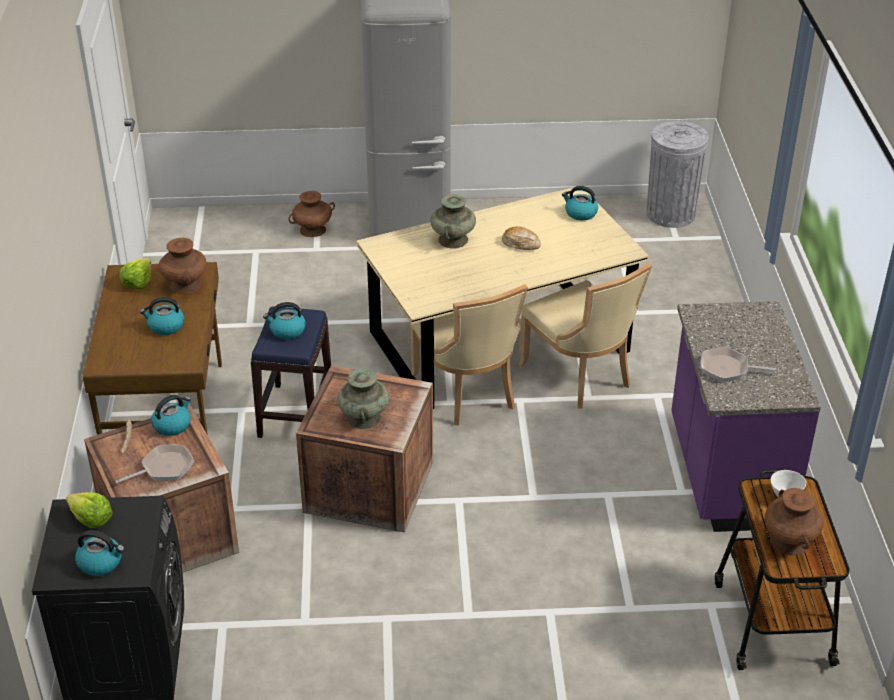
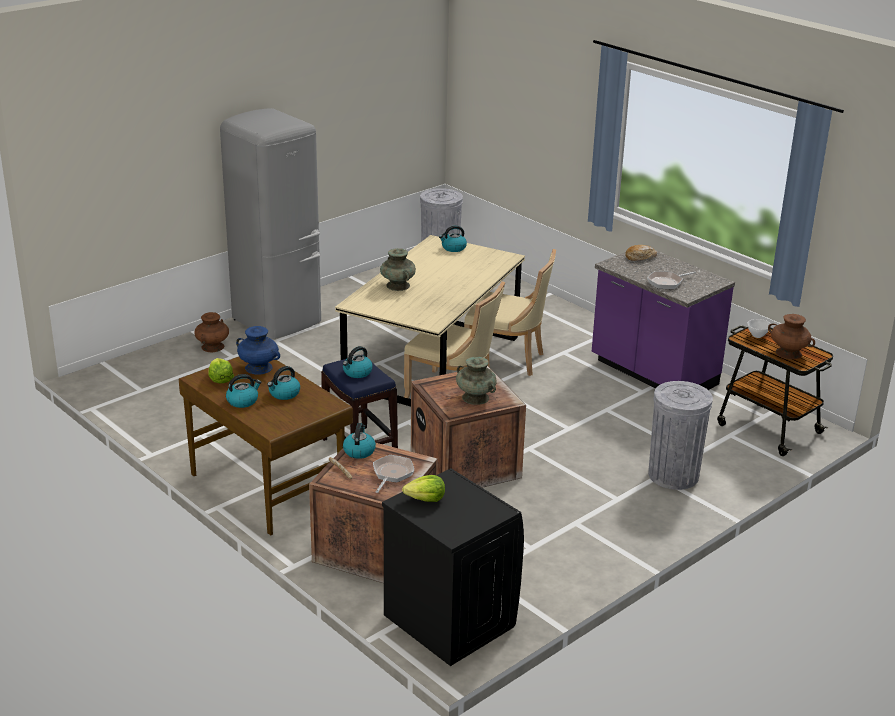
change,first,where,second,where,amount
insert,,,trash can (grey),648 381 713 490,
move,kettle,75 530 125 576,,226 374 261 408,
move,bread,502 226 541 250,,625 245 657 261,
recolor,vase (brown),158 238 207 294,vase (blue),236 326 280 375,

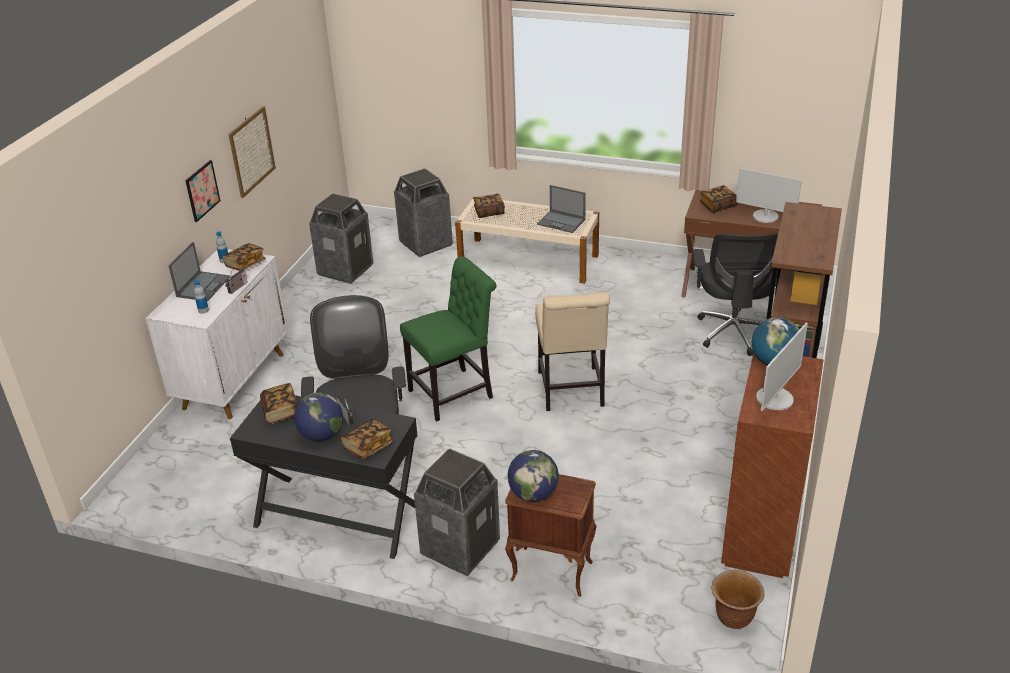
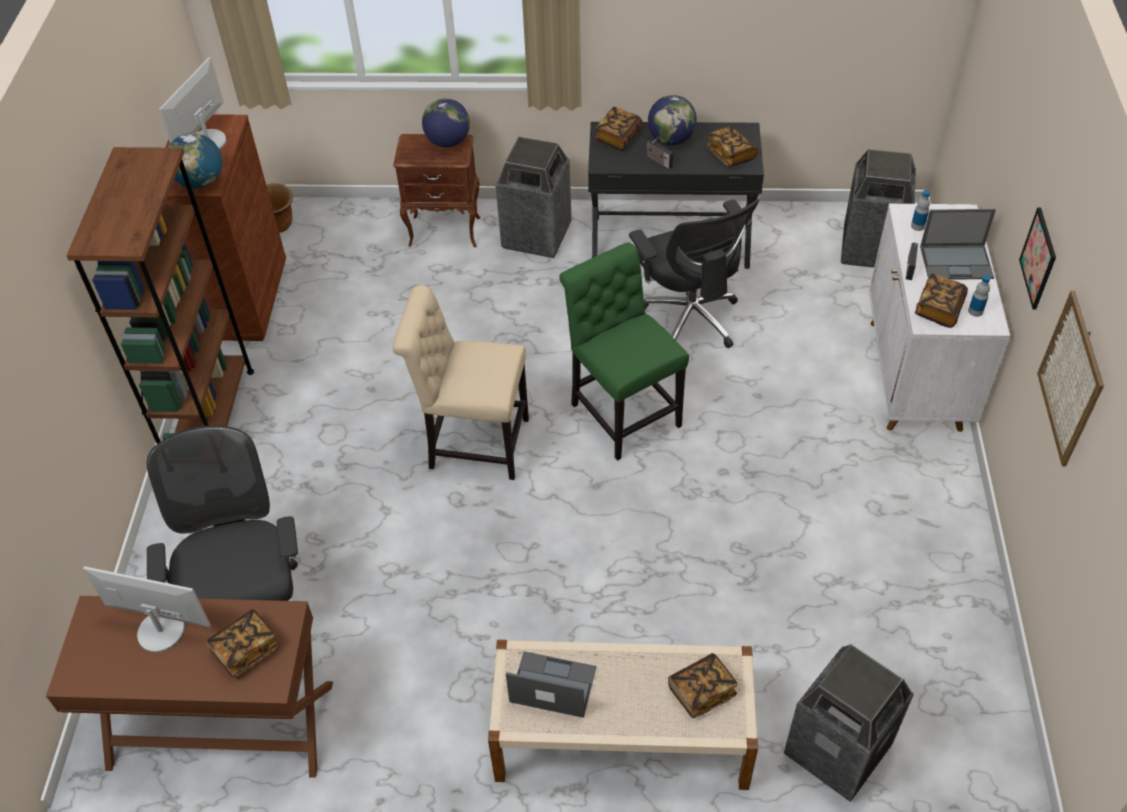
change,first,where,second,where,amount
move,trash can,309 193 373 284,,841 149 916 268,
rotate,laptop,169 242 230 301,,920 209 996 280,90 degrees counterclockwise
rotate,chair (green),400 256 496 421,,559 242 689 461,105 degrees clockwise
rotate,chair (beige),535 292 610 411,,393 285 529 480,60 degrees counterclockwise

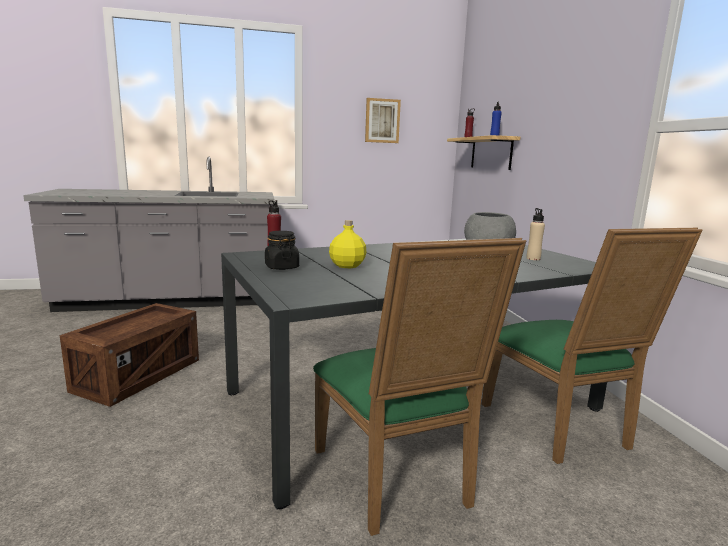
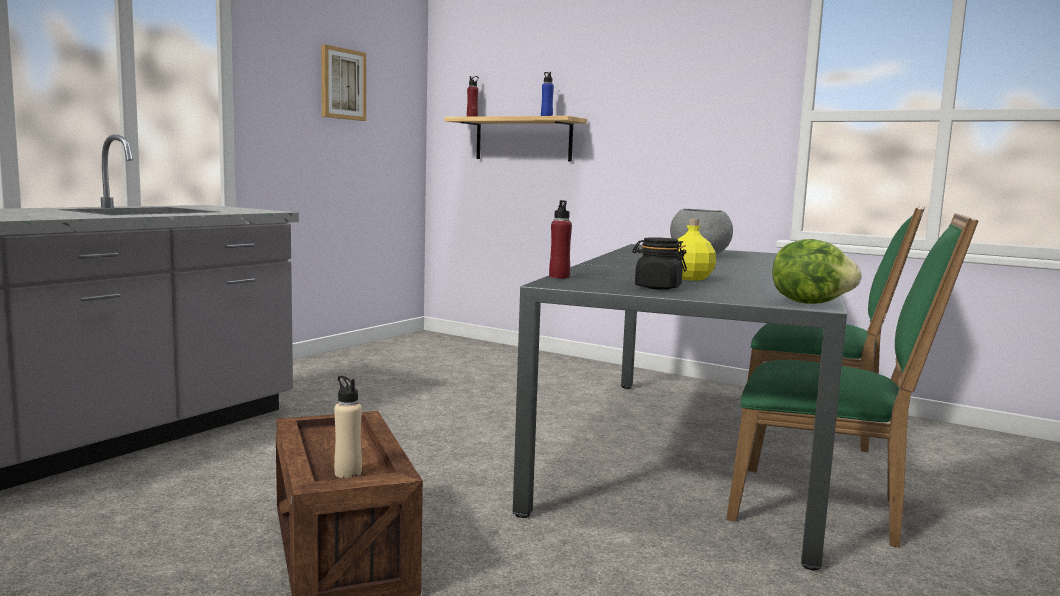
change,first,where,second,where,amount
insert,,,lettuce,772 239 862 304,
move,bottle (beige),526 208 545 260,,334 376 362 478,

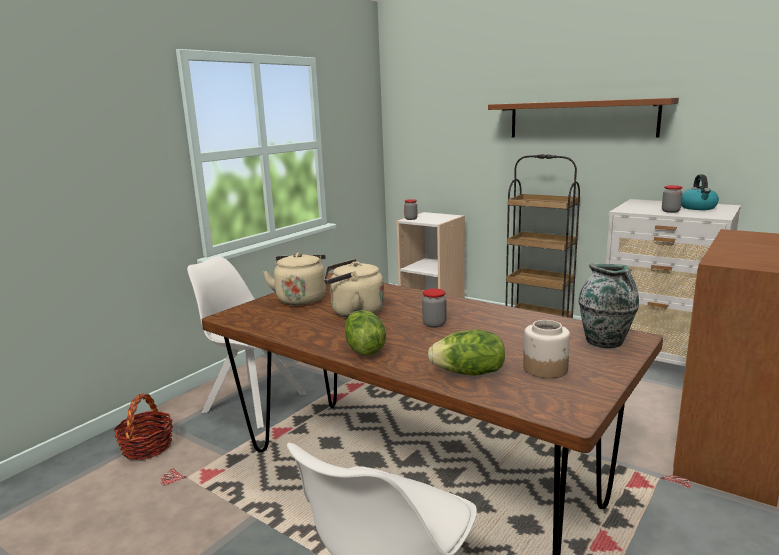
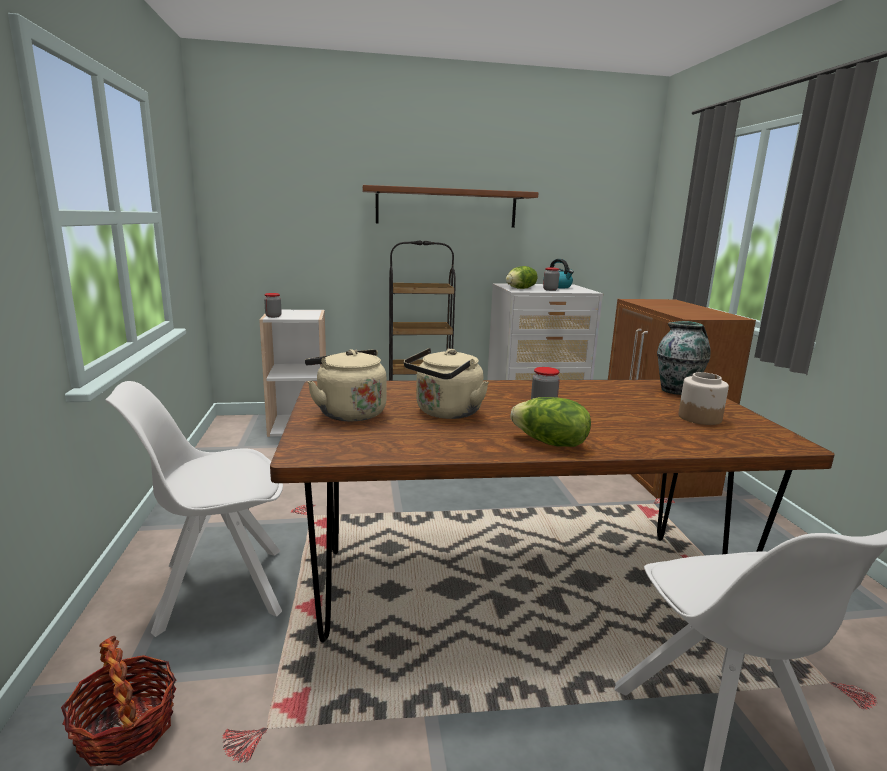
change,first,where,second,where,amount
move,lettuce,428 330 505 376,,506 266 538 289,

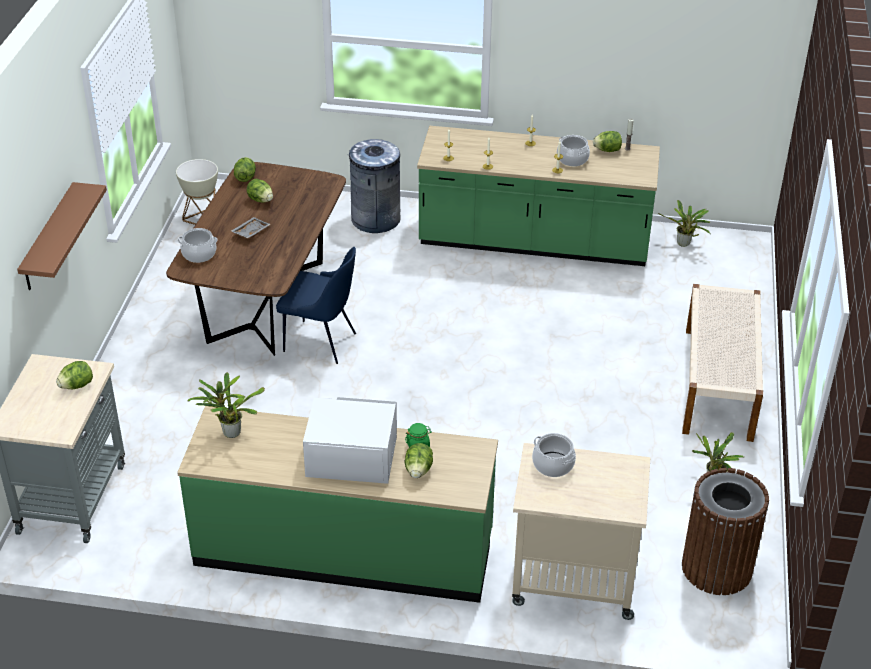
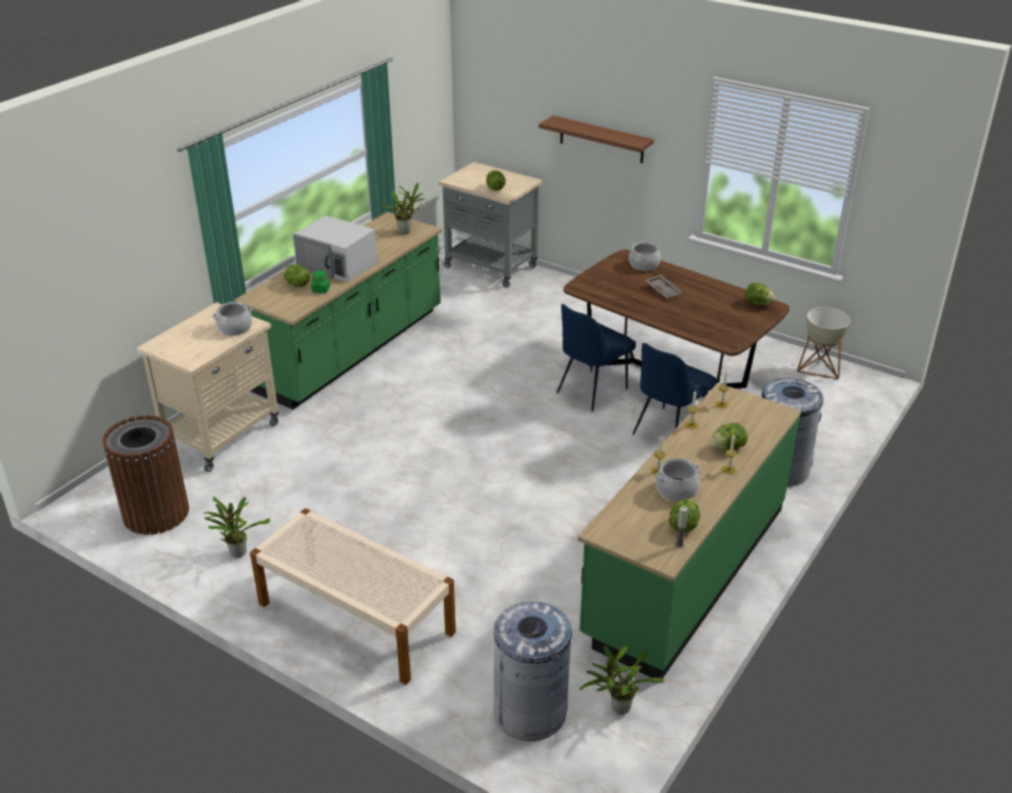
change,first,where,second,where,amount
insert,,,trash can (grey),493 602 572 741,
insert,,,chair (blue),632 343 717 435,
move,lettuce,247 179 273 203,,711 423 748 450,
rotate,microwave (white),303 397 397 484,,293 215 377 282,90 degrees clockwise

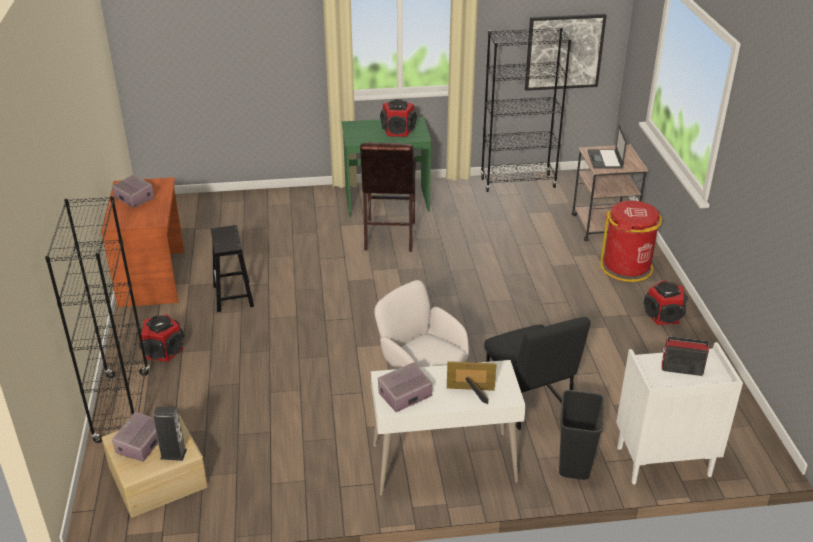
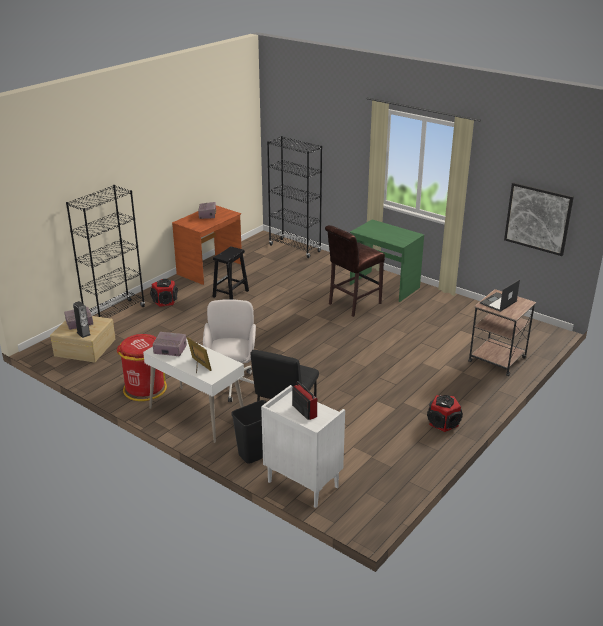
change,first,where,second,where,amount
delete,speaker,380 99 417 137,,,
move,bookcase (black),480 27 571 192,,267 136 322 258,
move,trash can (red),600 201 662 282,,117 334 167 401,

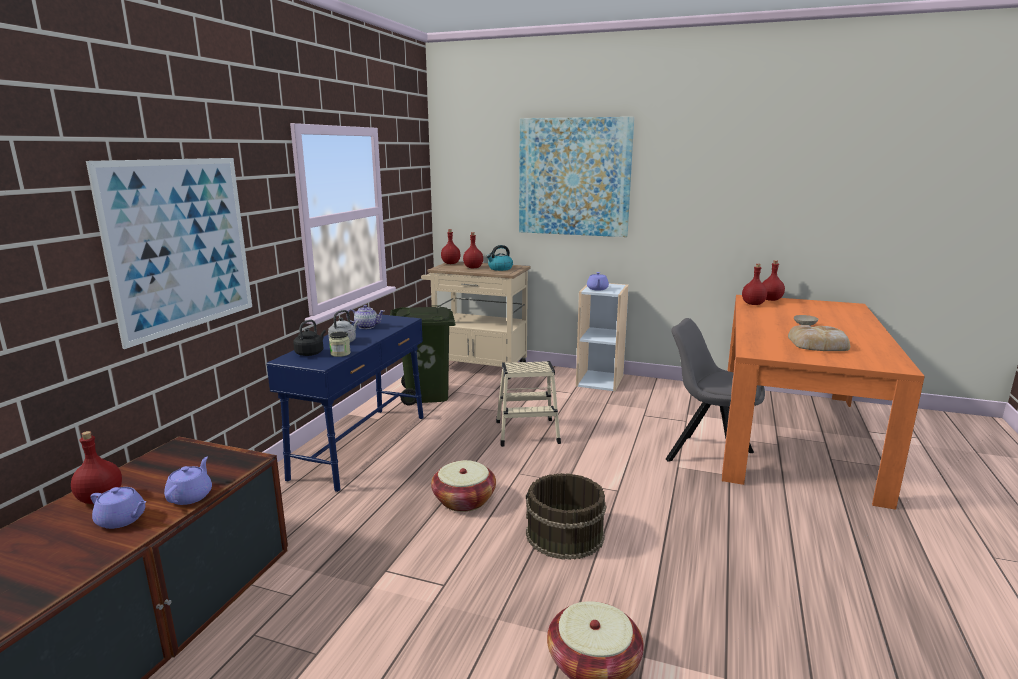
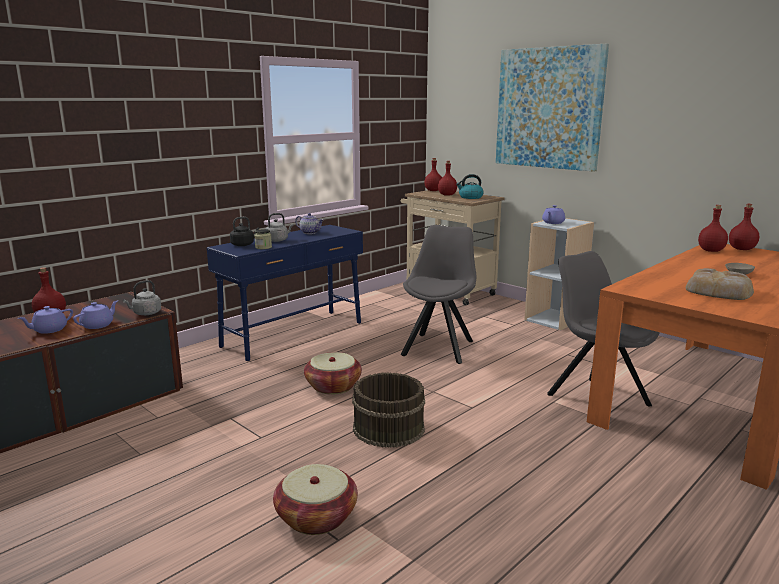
change,first,where,second,where,amount
delete,picture,86 158 252 349,,,
delete,trash can (green),390 305 455 406,,,
insert,,,kettle (grey),123 280 161 315,
replace,step ladder (beige),496 361 561 447,chair (grey),401 225 476 364,
rotate,teapot (purple),91 487 147 529,,18 306 73 334,90 degrees clockwise

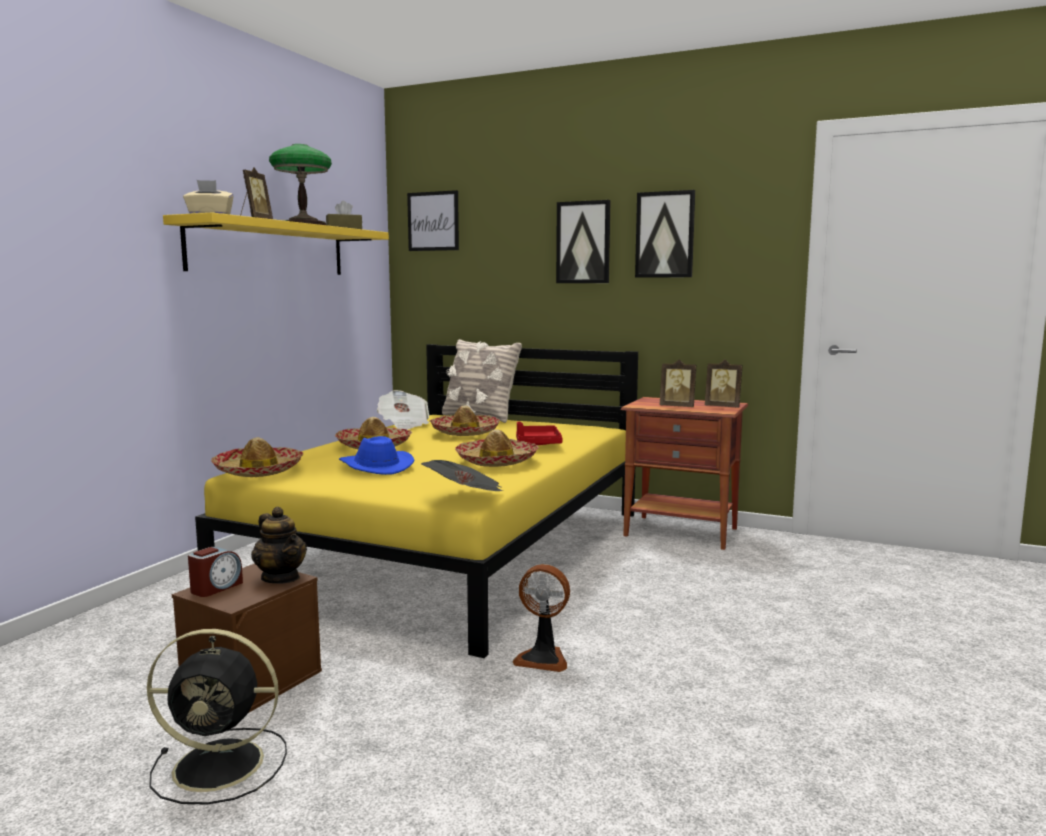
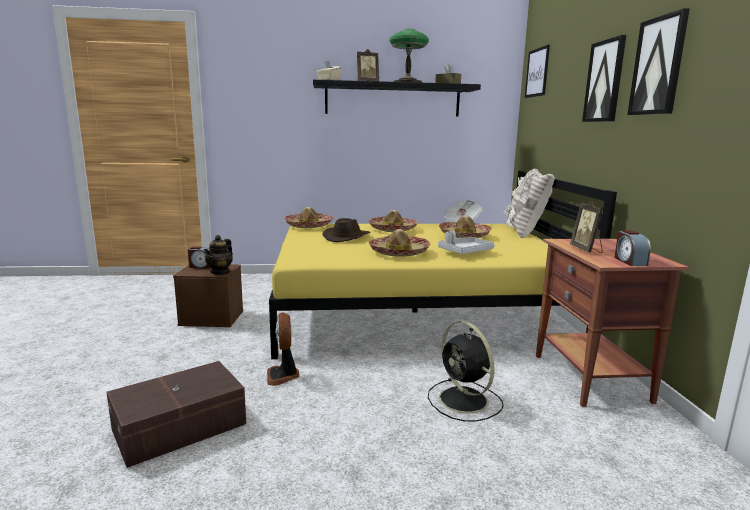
change,first,where,second,where,amount
delete,newspaper,421 460 503 491,,,
insert,,,storage box (brown),107 361 246 468,
move,fan (black),147 629 287 805,,428 321 504 422,
replace,picture frame,705 359 743 407,alarm clock,614 230 651 266,
recolor,shelf (yellow),163 213 389 275,shelf (black),313 80 481 116,
recolor,hat (blue),339 436 414 475,hat (brown),322 218 370 242,
recolor,tray (red),516 422 563 445,tray (grey),438 231 495 254,

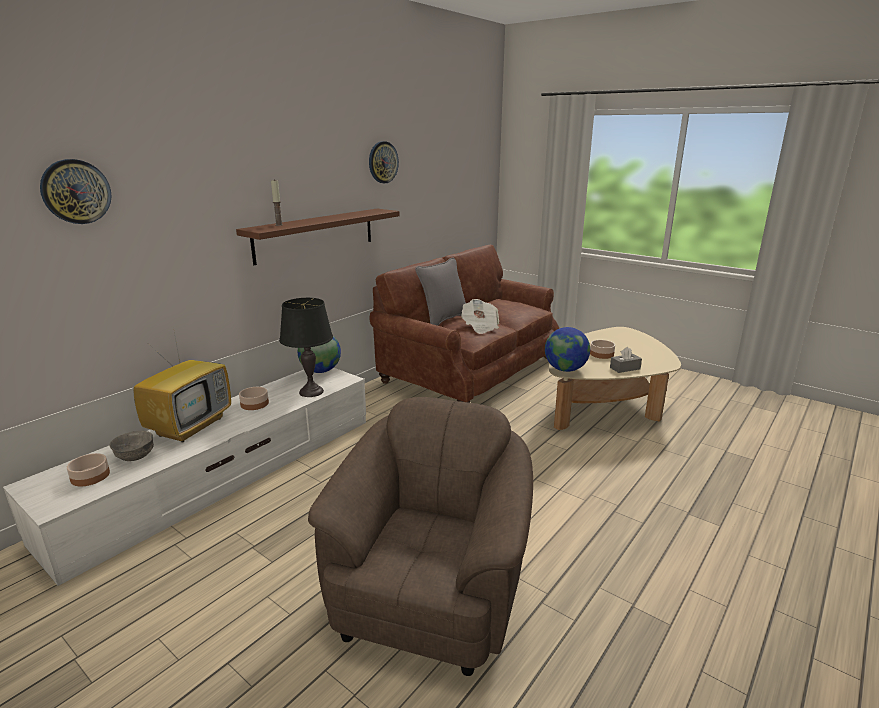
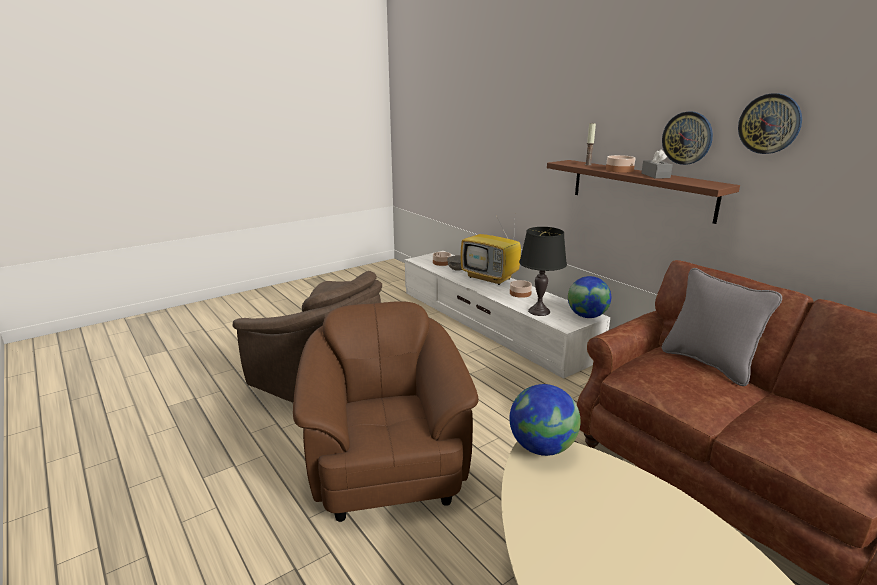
change,first,where,second,where,amount
delete,newspaper,461 299 499 334,,,
insert,,,armchair (brown),293 301 479 522,
move,wall clock,40 159 112 224,,662 111 713 165,
move,bowl,590 340 615 359,,606 155 635 173,
move,tissue box (grey),610 347 642 373,,641 149 673 179,

